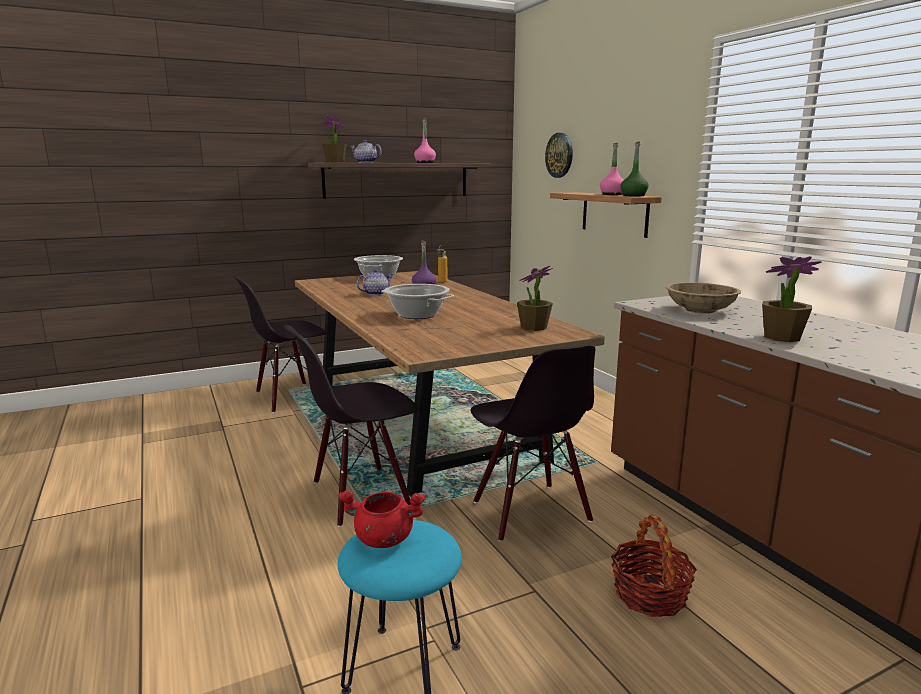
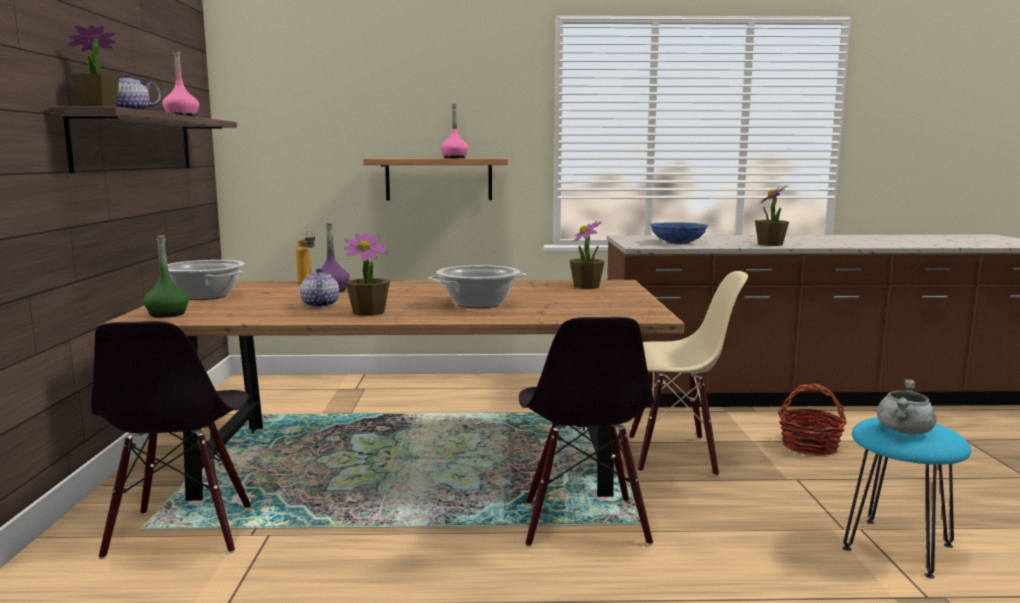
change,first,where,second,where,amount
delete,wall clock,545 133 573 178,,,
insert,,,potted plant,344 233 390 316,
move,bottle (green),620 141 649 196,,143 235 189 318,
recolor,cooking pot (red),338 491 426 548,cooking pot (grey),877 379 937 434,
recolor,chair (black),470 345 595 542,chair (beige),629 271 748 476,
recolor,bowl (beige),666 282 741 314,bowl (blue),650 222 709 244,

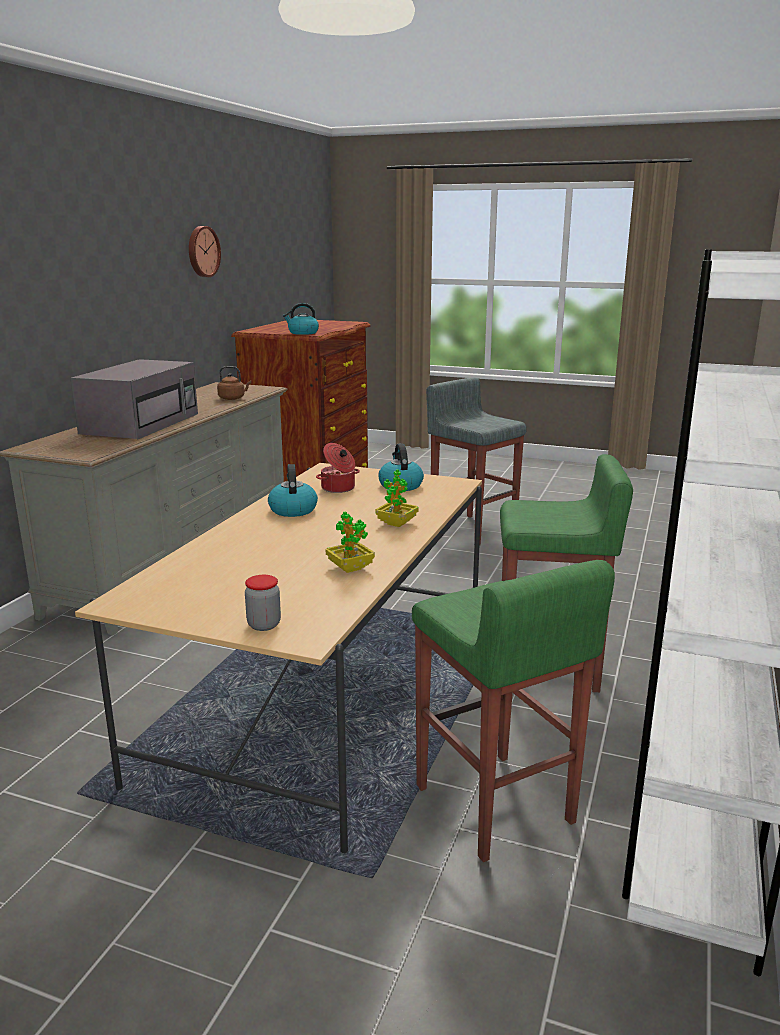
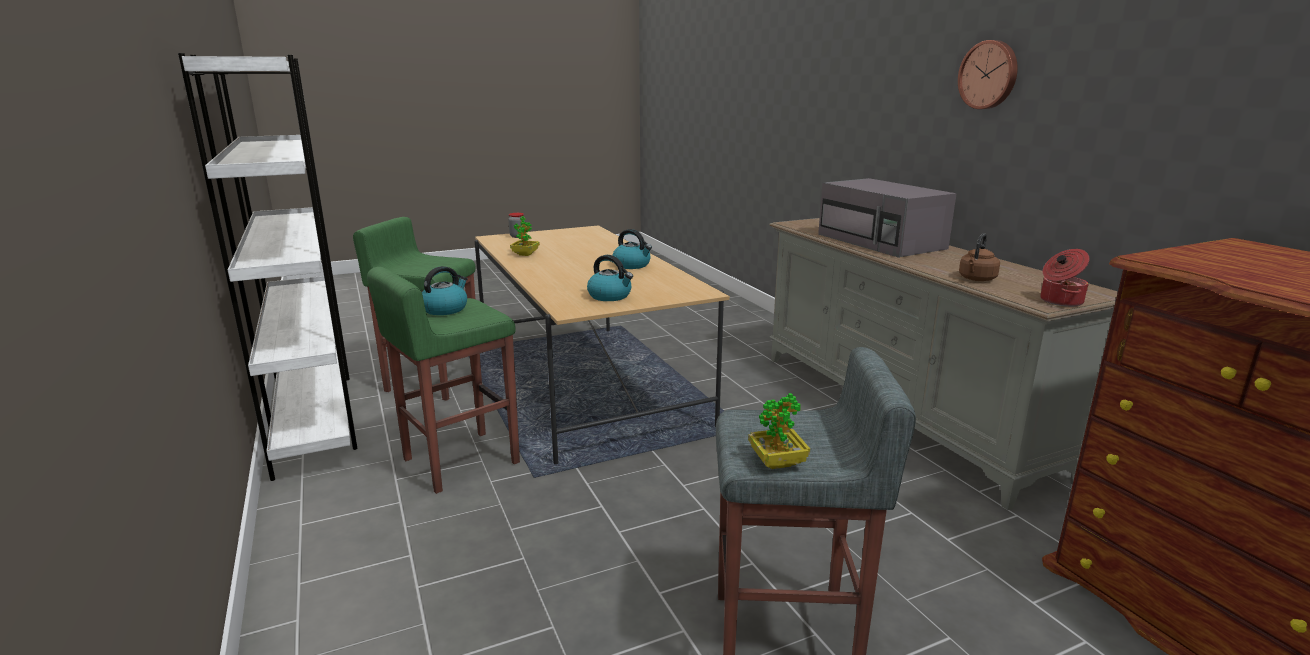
change,first,where,second,where,amount
move,wall clock,189 226 221 277,,958 40 1018 109,
move,kettle,283 303 319 335,,422 266 468 315,
move,cooking pot,316 443 360 493,,1040 249 1089 307,
move,potted plant,375 469 418 527,,748 393 810 469,

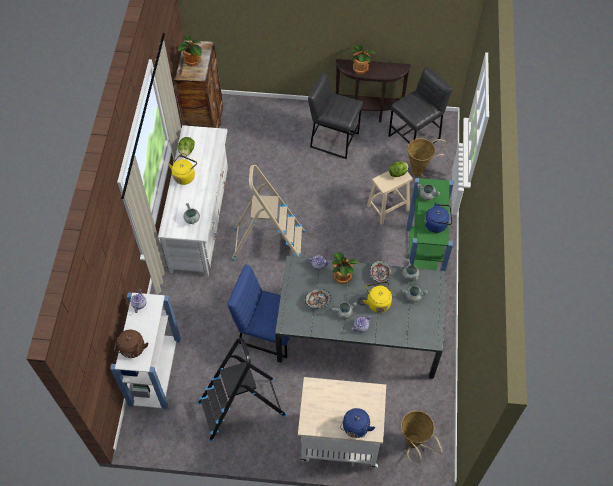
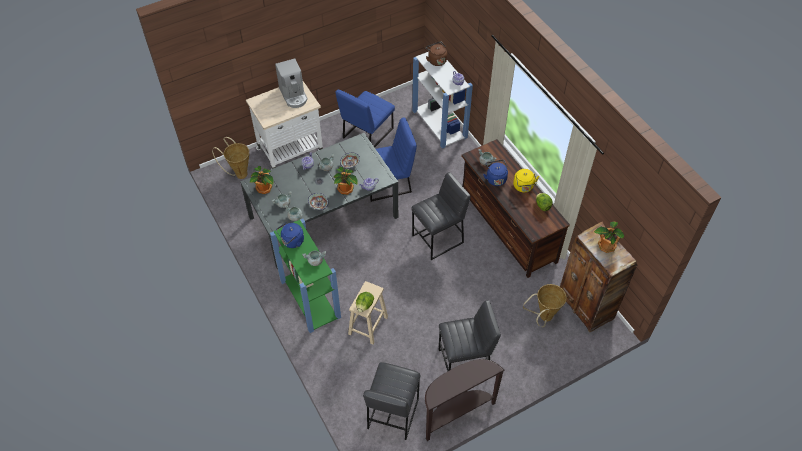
change,first,where,second,where,amount
delete,kettle (yellow),363 281 392 313,,,
insert,,,coffee machine,275 59 308 108,
move,kettle (blue),340 408 375 438,,483 160 508 186,
move,potted plant,352 45 375 74,,250 166 273 194,
move,basket,407 138 449 177,,523 284 567 327,
replace,step ladder (black),198 338 287 441,chair (blue),335 90 395 148,
replace,step ladder (beige),231 165 306 261,stool (grey),411 172 471 260,
recolor,dresser (white),158 125 228 276,dresser (brown),461 139 570 278,

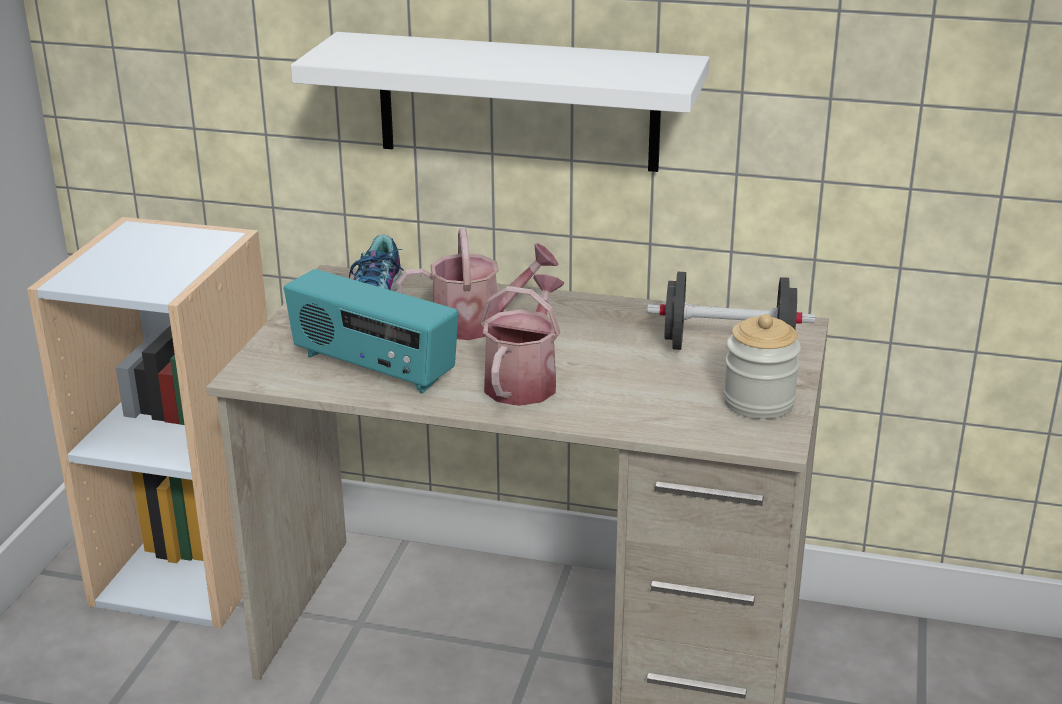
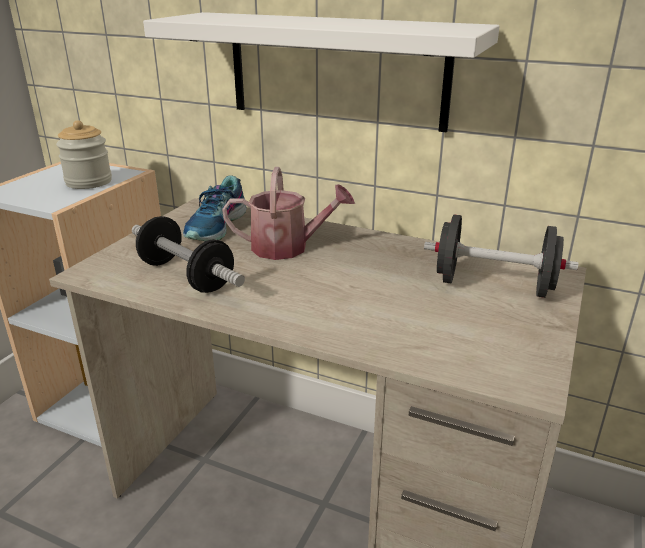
change,first,where,second,where,amount
delete,watering can,480 274 565 406,,,
move,jar,723 314 801 419,,56 120 112 189,
replace,radio,284 269 459 393,dumbbell,132 216 245 293,

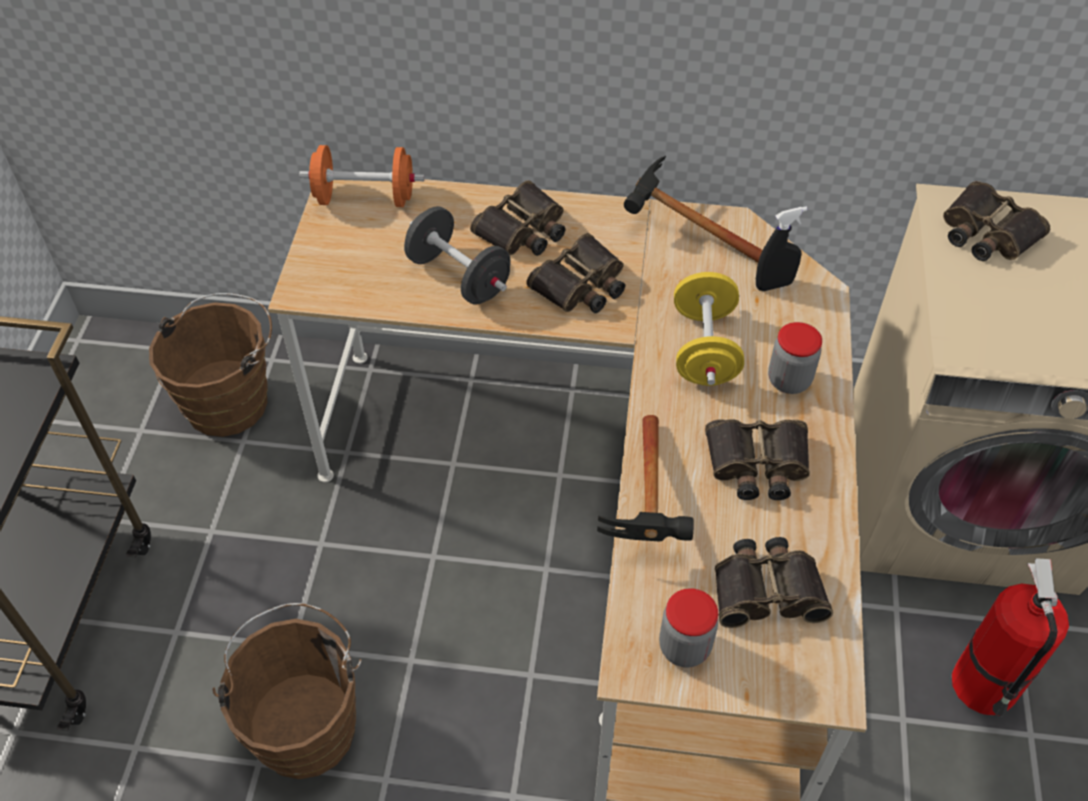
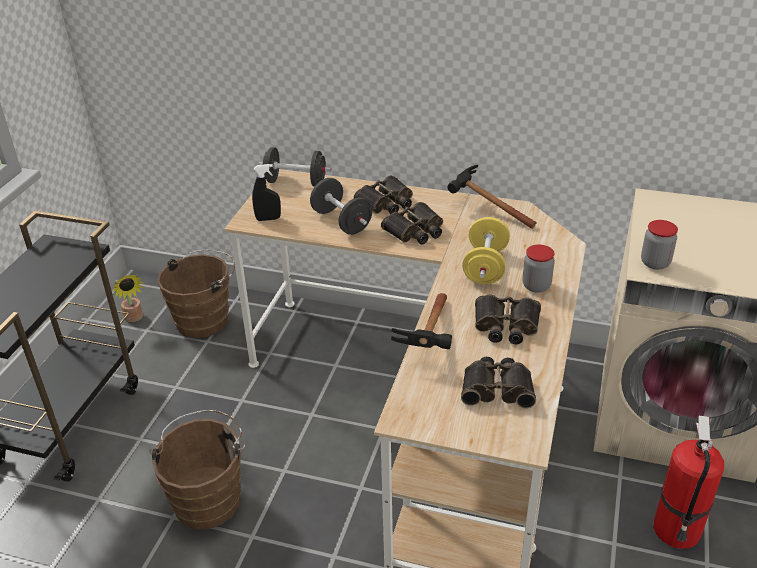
change,first,where,second,where,amount
delete,binoculars,943 181 1050 261,,,
insert,,,potted plant,113 275 144 322,
move,jar,659 588 718 668,,641 220 678 270,
move,spray bottle (black),756 206 807 291,,252 164 281 221,
recolor,dumbbell (orange),299 145 425 207,dumbbell (black),258 147 331 187,

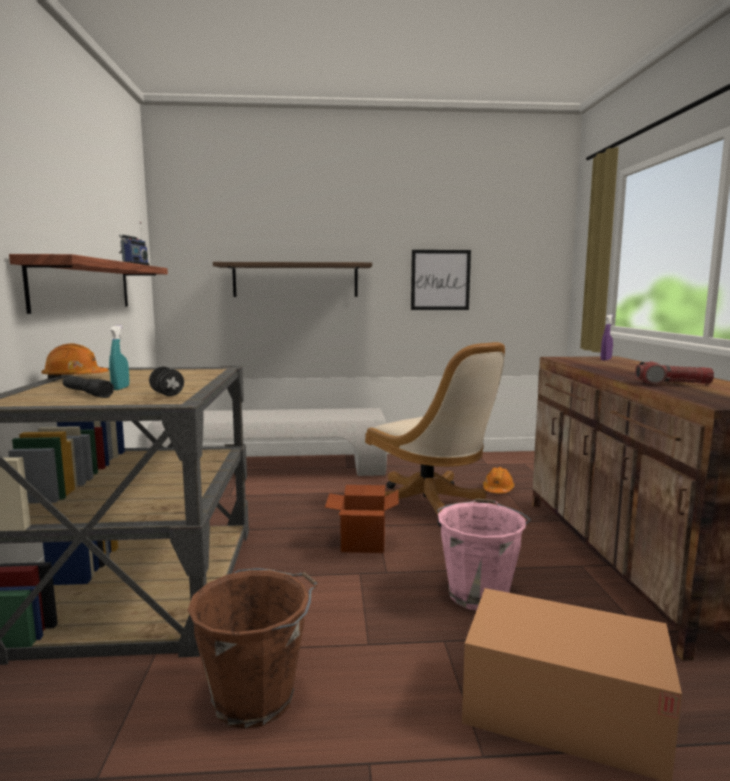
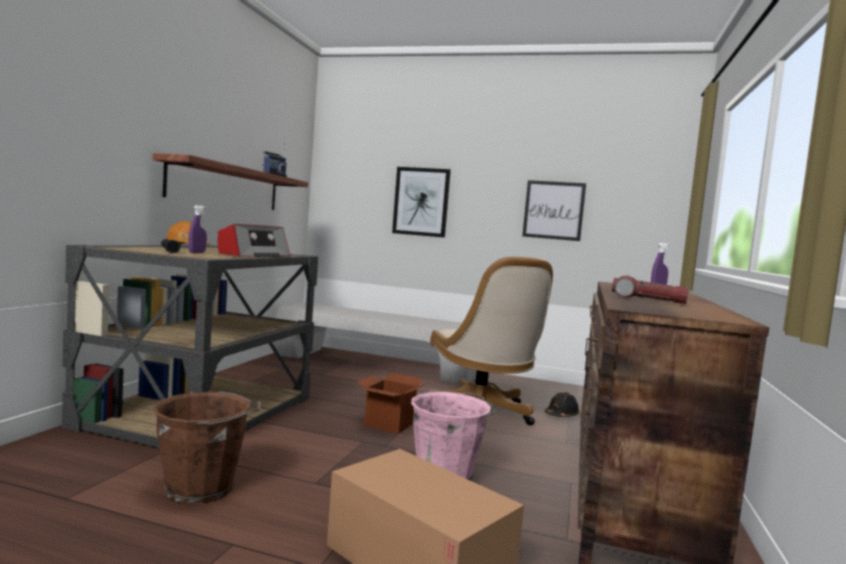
change,first,where,second,where,amount
delete,dumbbell (black),149 367 184 396,,,
insert,,,radio,218 224 290 257,
replace,shelf,213 262 372 297,picture,392 167 451 238,
recolor,spray bottle (turquoise),109 325 129 390,spray bottle (purple),189 206 207 253,
recolor,hard hat (orange),483 467 515 493,hard hat (black),544 392 580 417,

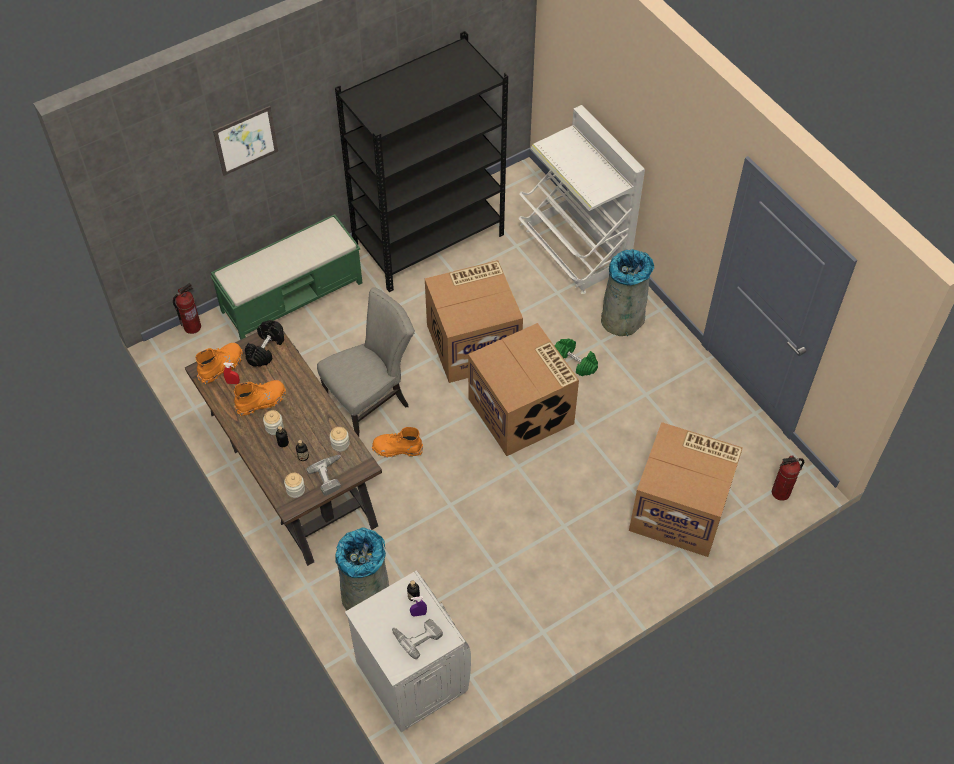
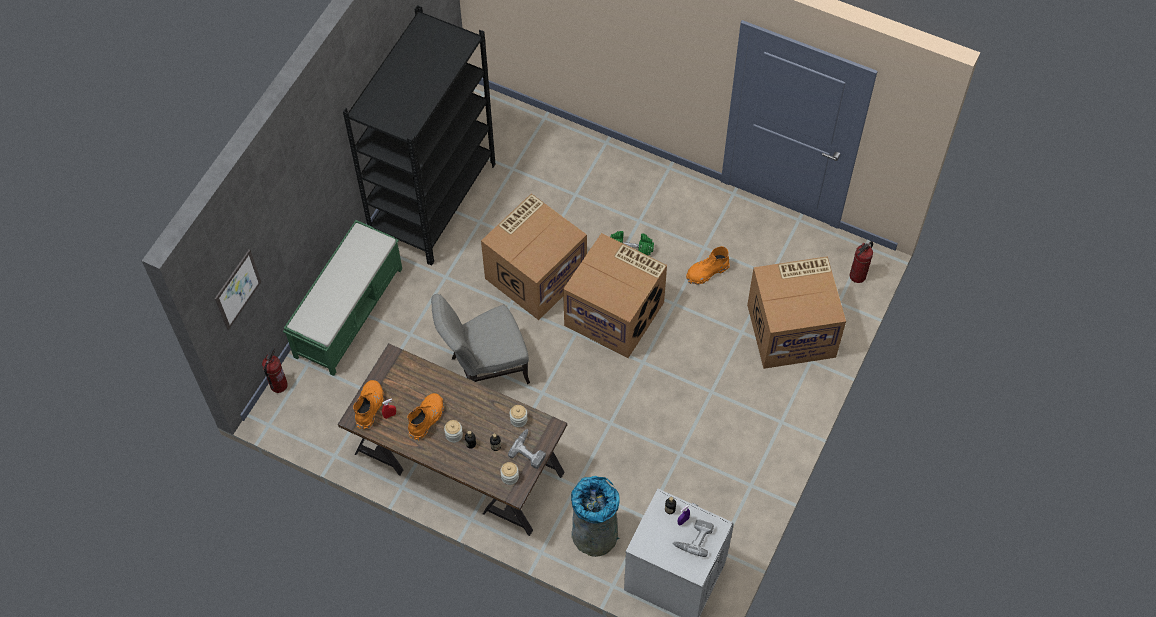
change,first,where,second,where,amount
delete,dumbbell (black),245 320 284 367,,,
delete,shoe rack (white),519 105 645 294,,,
delete,trash can (grey),601 249 654 336,,,
move,picture,213 106 278 176,,215 249 261 330,
move,boot (orange),372 427 423 458,,686 246 730 285,
rotate,chair (grey),317 287 415 437,,431 294 530 384,135 degrees counterclockwise

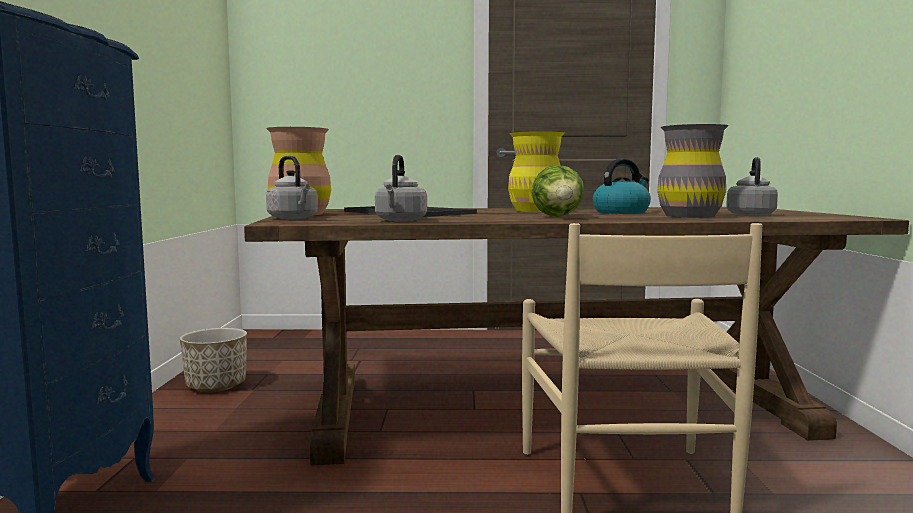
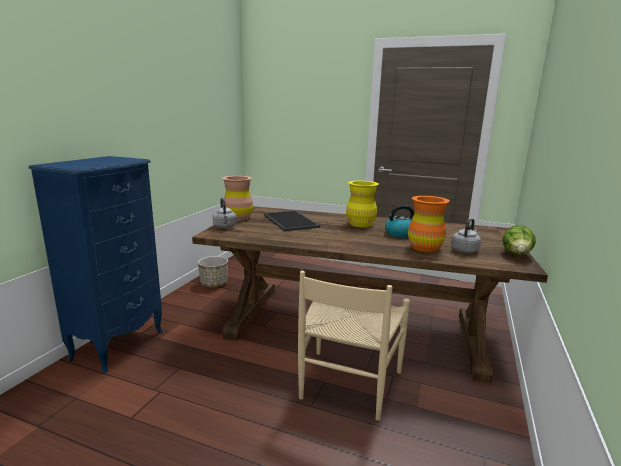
change,first,where,second,where,amount
delete,kettle (grey),375 155 427 222,,,
move,lettuce,532 165 584 217,,503 225 536 255,
recolor,vase (grey),657 124 729 218,vase (orange),408 196 450 252,

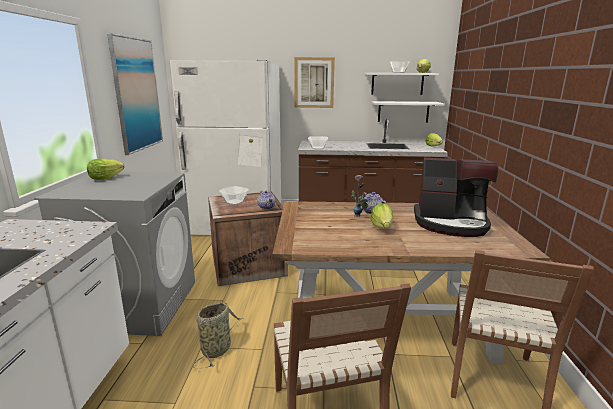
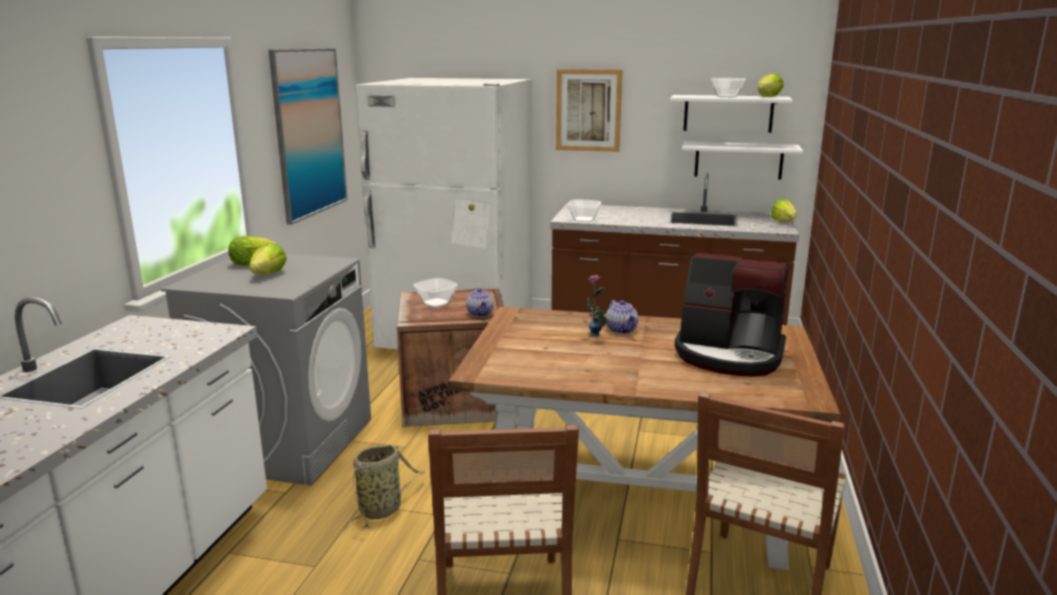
change,first,where,second,where,amount
move,lettuce,370 203 393 229,,249 243 287 275,

